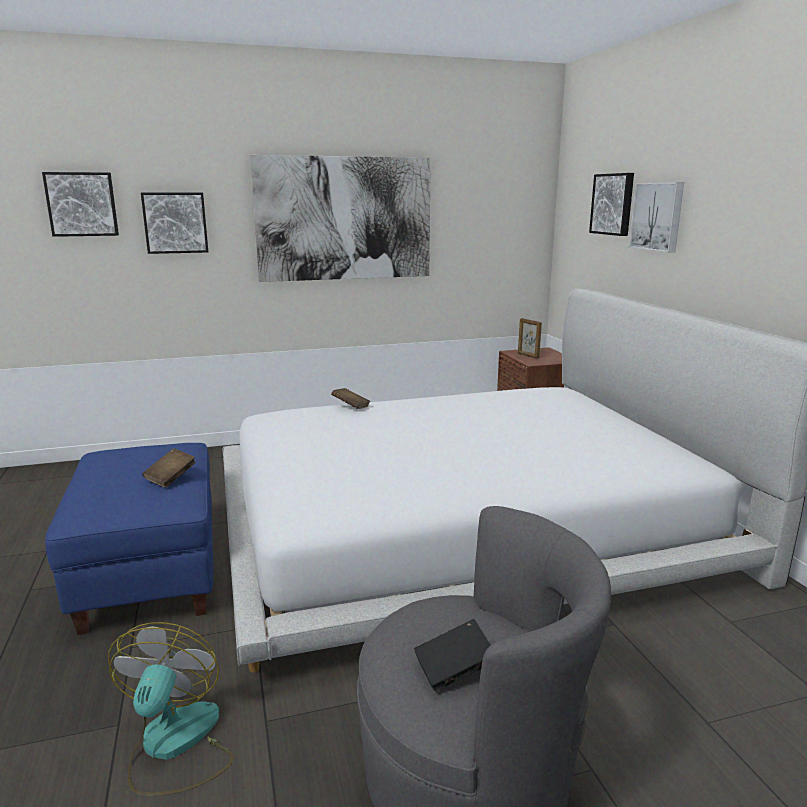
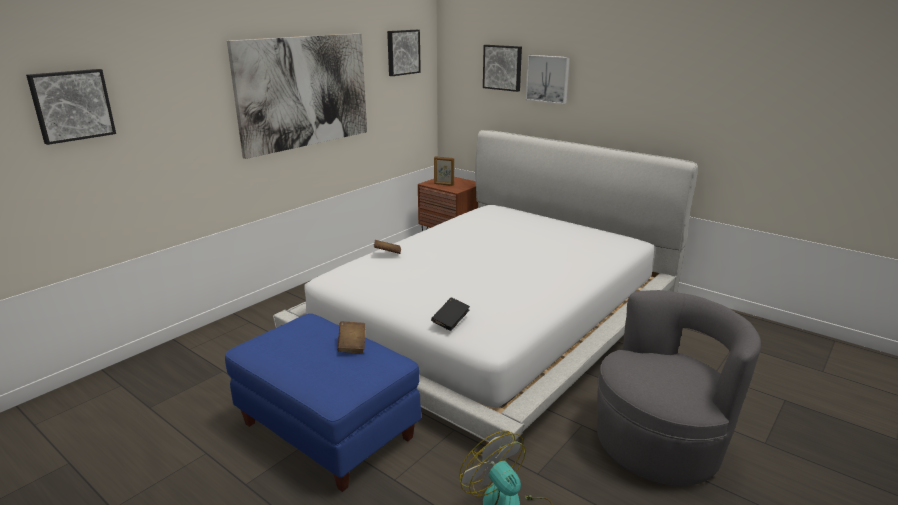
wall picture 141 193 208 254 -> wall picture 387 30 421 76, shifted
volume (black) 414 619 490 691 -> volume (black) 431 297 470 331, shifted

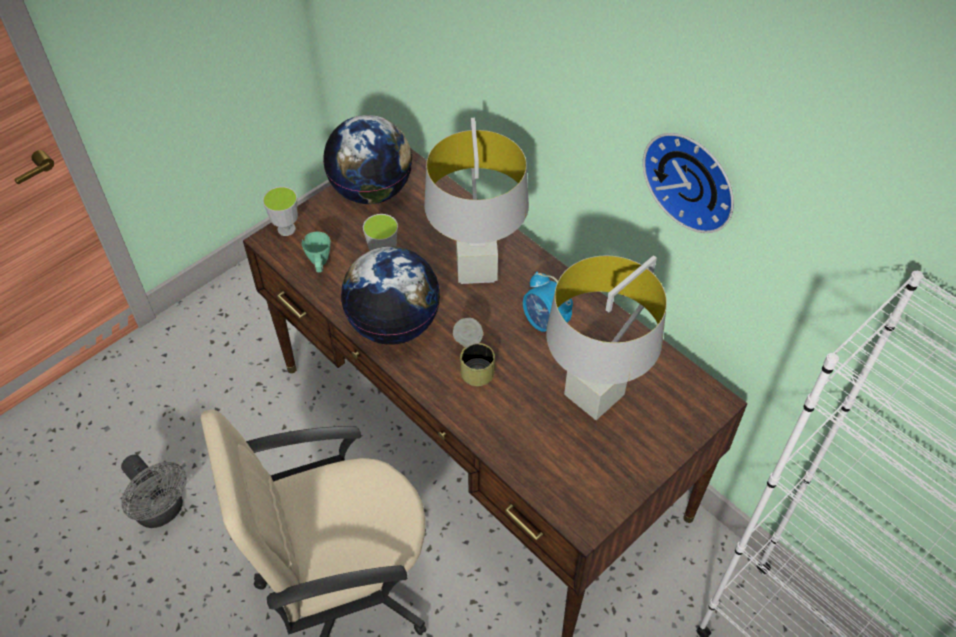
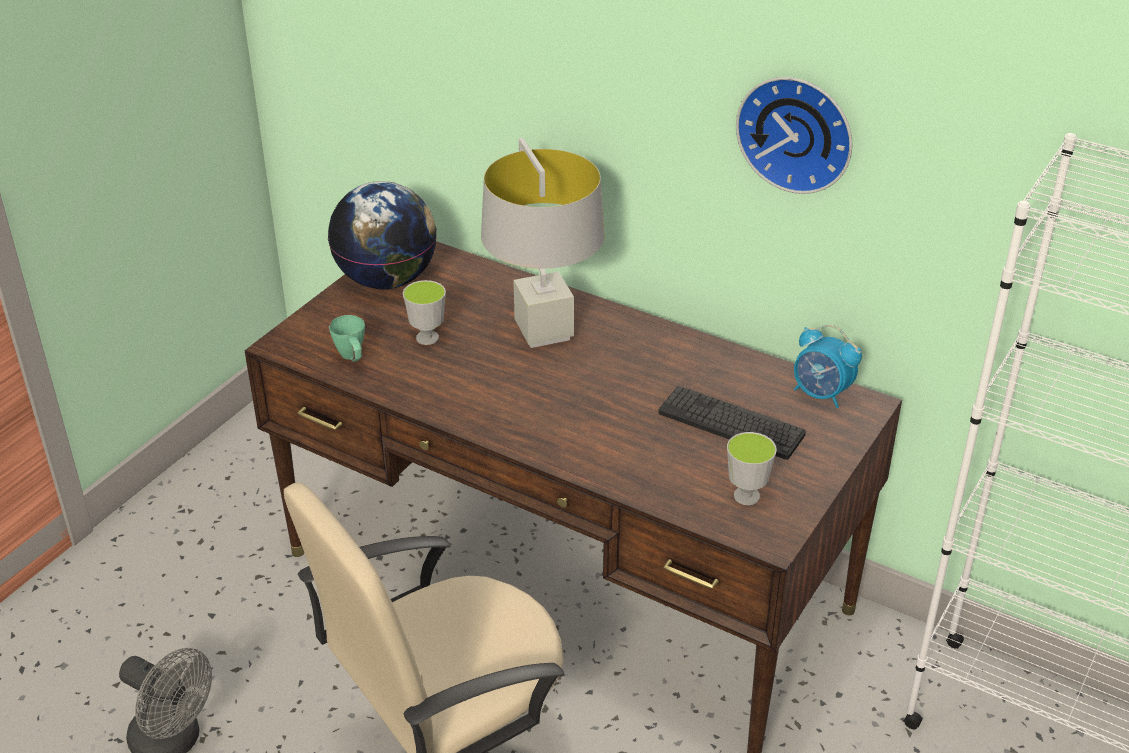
globe 341 246 440 345 -> none
metal can 453 317 495 386 -> none
drinking cup 263 186 298 236 -> drinking cup 727 432 777 505, shifted
bedside clock 523 272 573 332 -> bedside clock 794 325 862 408, shifted
lamp for a table (gray) 546 255 667 420 -> computer keyboard 658 386 806 460

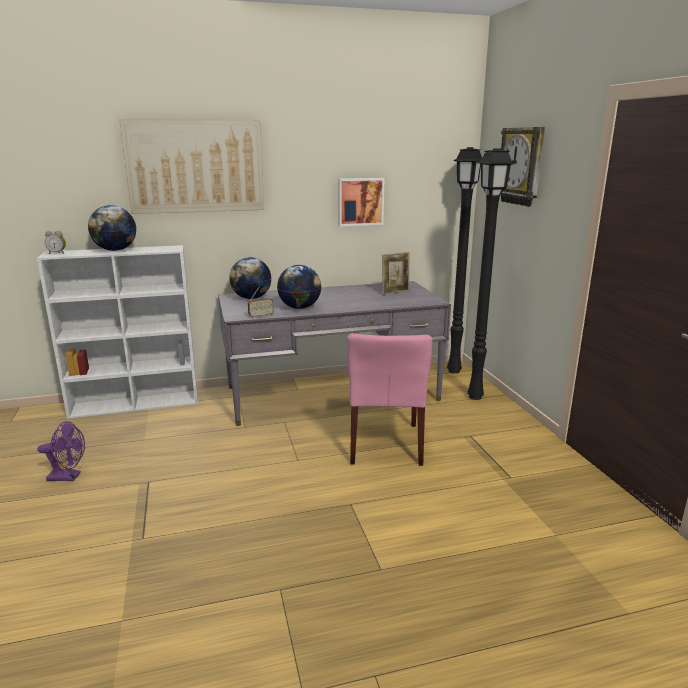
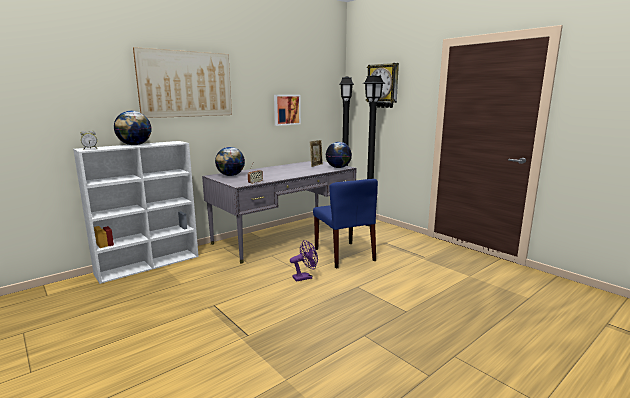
fan (purple) 38 421 85 481 -> fan (purple) 290 240 318 282, shifted
globe 277 265 322 309 -> globe 326 142 352 168, shifted
chair (pink) 347 334 432 466 -> chair (blue) 313 179 378 269

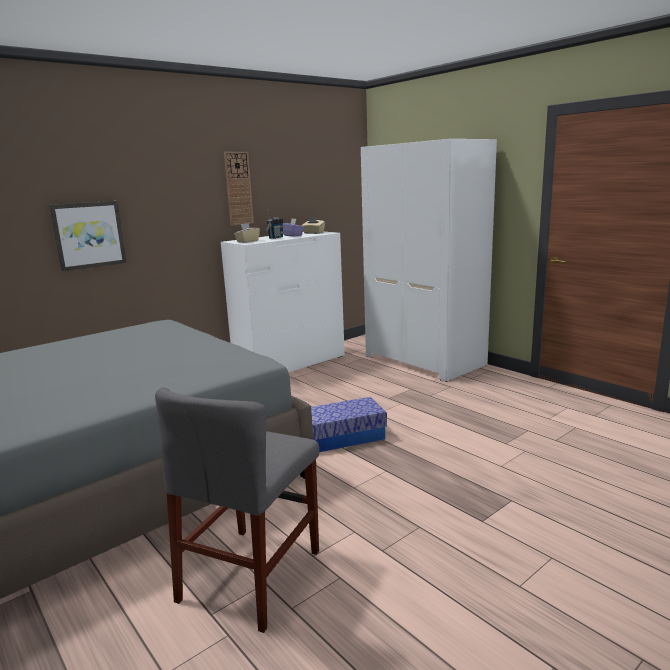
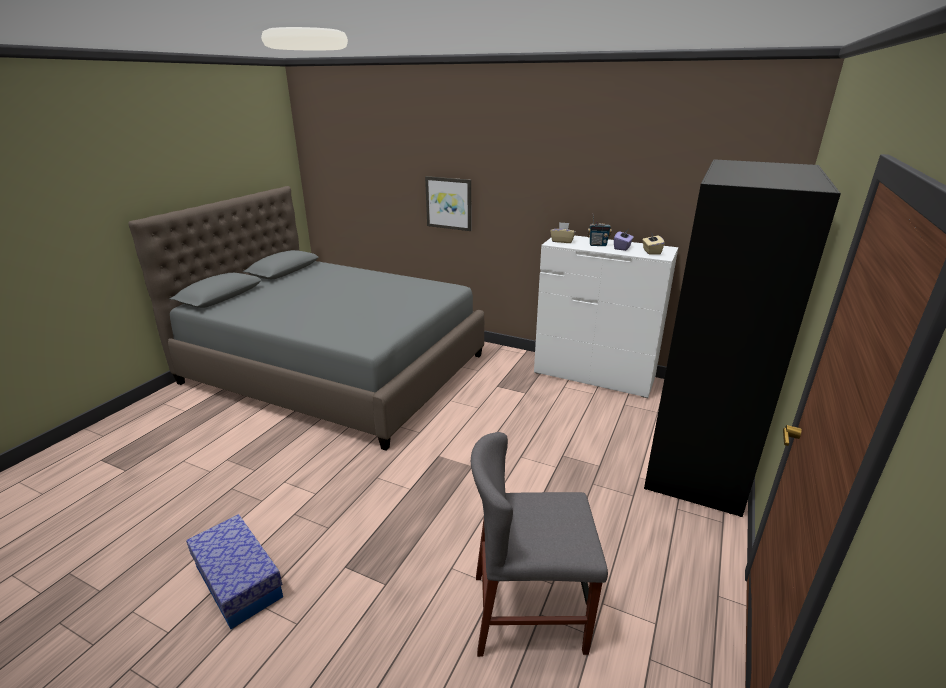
hanging clock 224 152 254 226 -> none
chair (gray) 155 387 319 633 -> chair (gray) 471 432 608 657, shifted
storage box 311 397 387 452 -> storage box 186 514 283 629, shifted
armoire (white) 361 139 497 382 -> armoire (black) 644 159 841 517

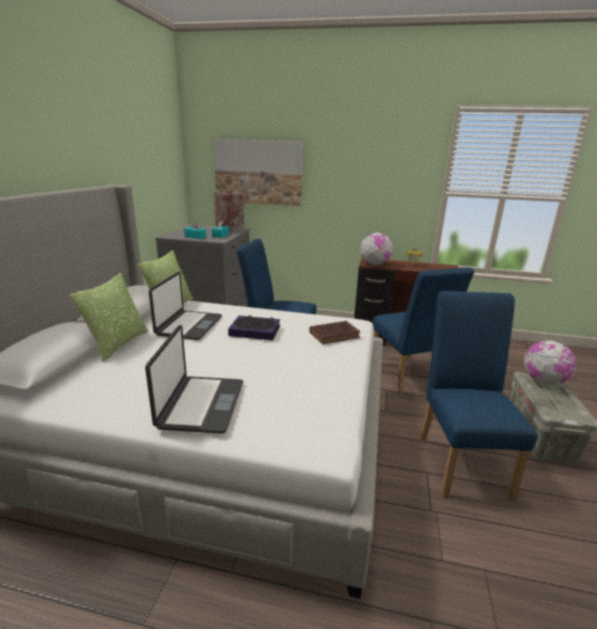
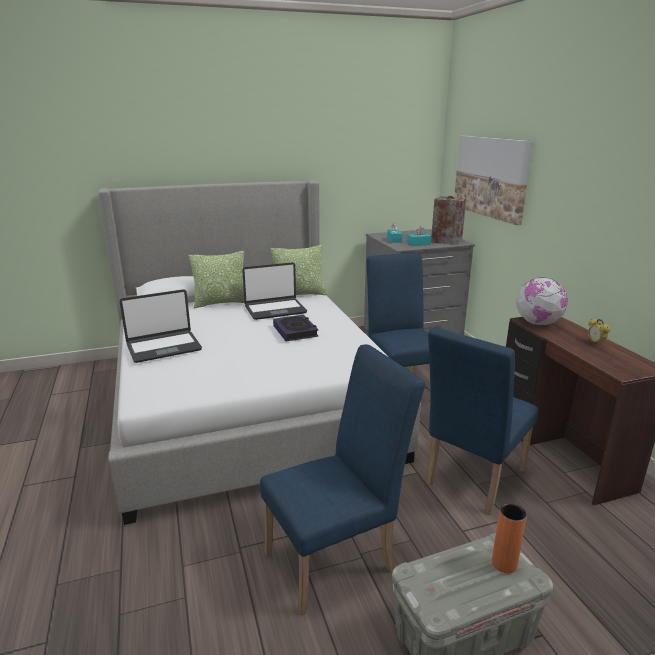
volume (brown) 309 321 360 344 -> none
globe 524 340 577 385 -> flower vase (orange-coloured) 492 503 527 573

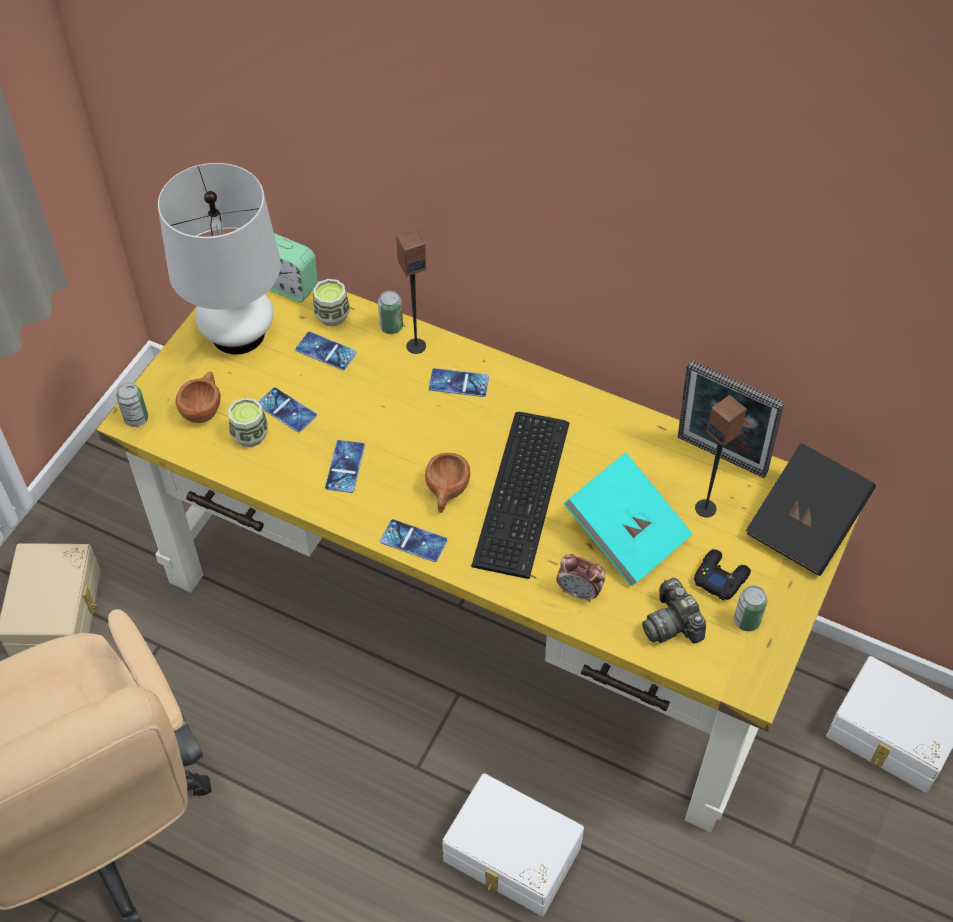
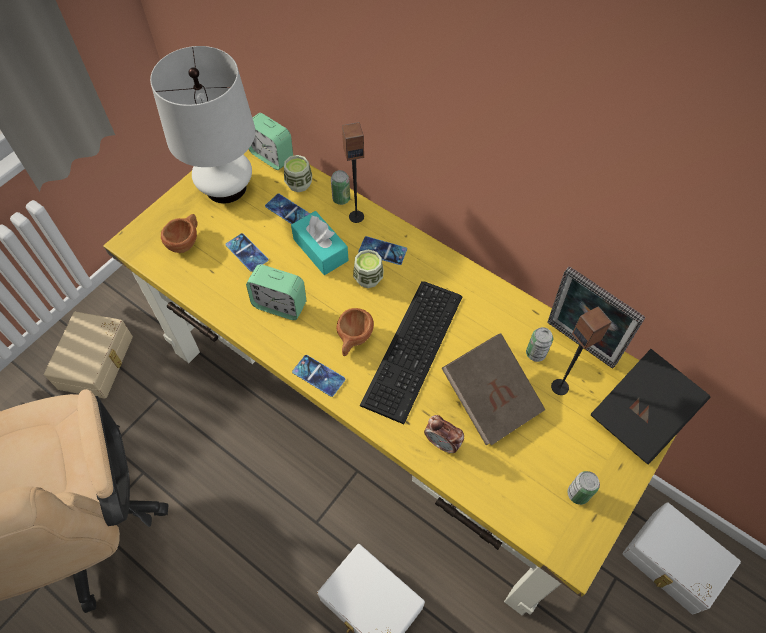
photo camera 642 578 706 644 -> none
gamepad (black) 694 549 751 601 -> none
none -> tissue holder (turquoise) 291 211 348 275
metal can 116 382 148 427 -> metal can 526 327 553 362, shifted
drinking cup 228 398 268 447 -> drinking cup 353 249 383 288, shifted
telephone 325 440 365 493 -> bedside clock 246 264 306 320
volume (turquoise) 563 452 693 586 -> volume (brown) 442 333 545 445

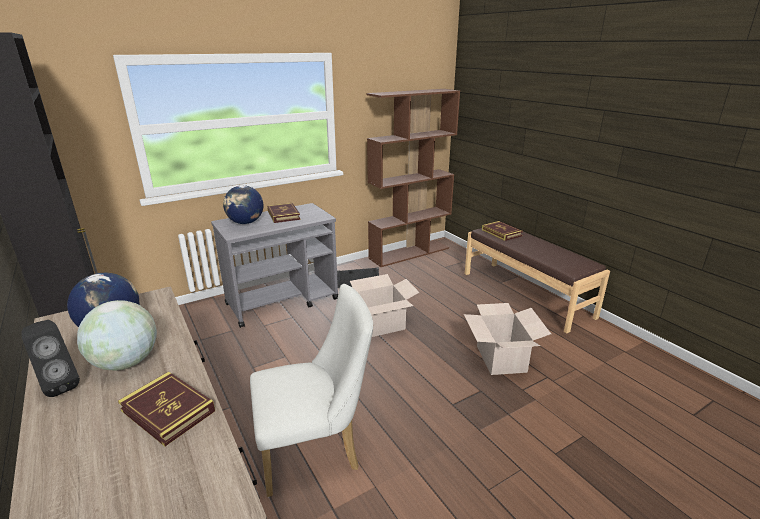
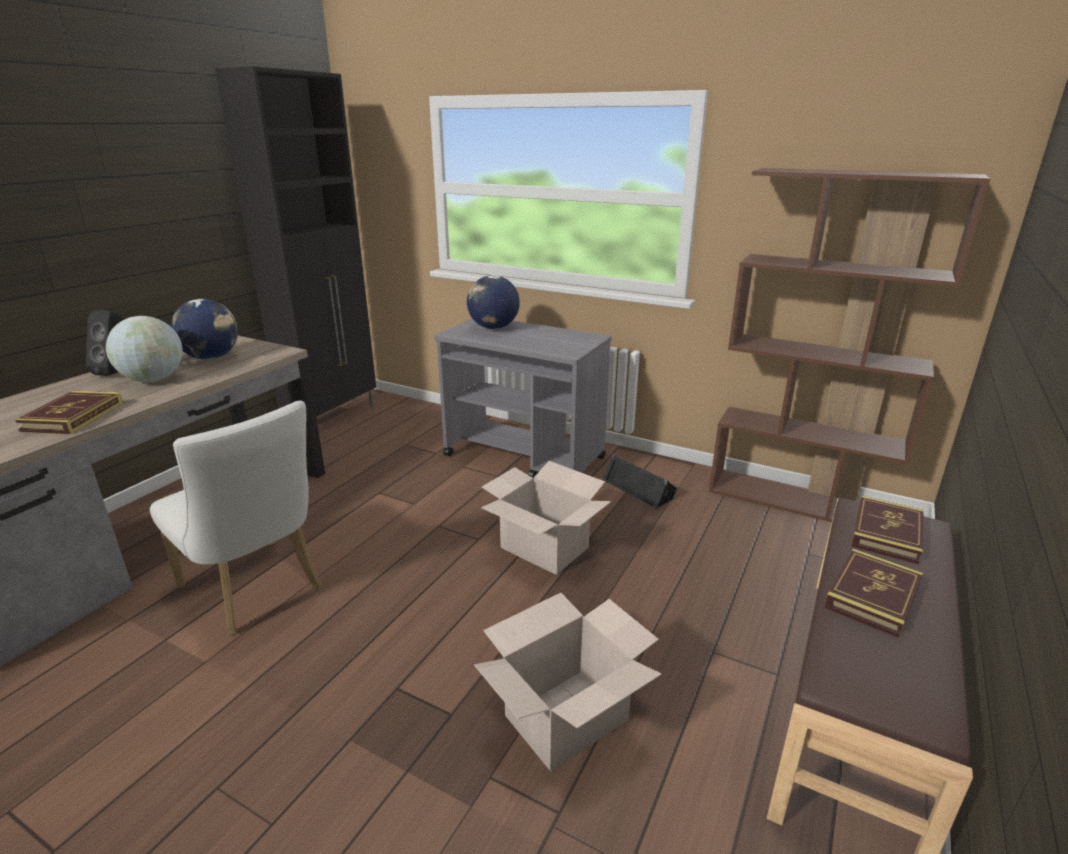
volume 267 203 300 223 -> volume 824 549 923 638, shifted

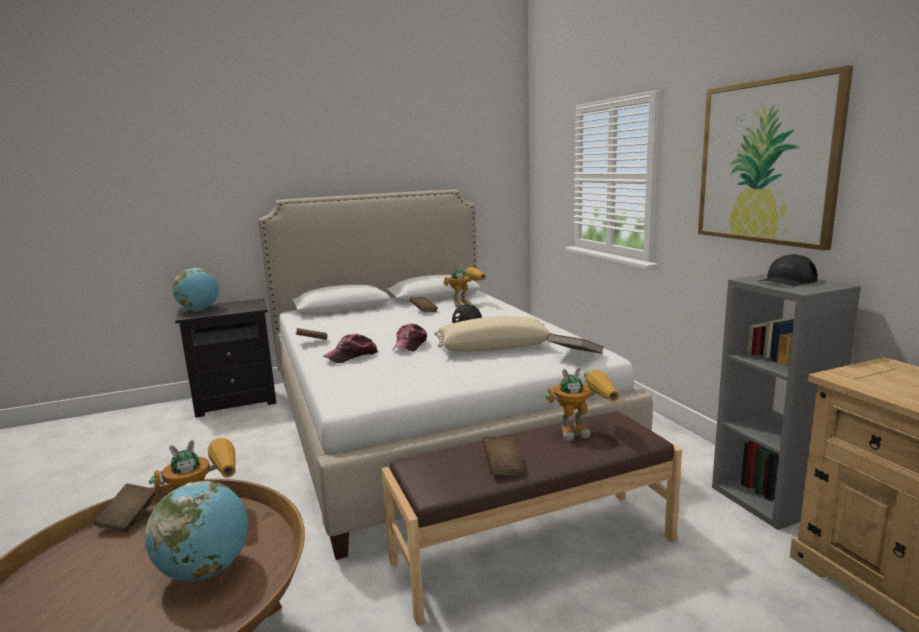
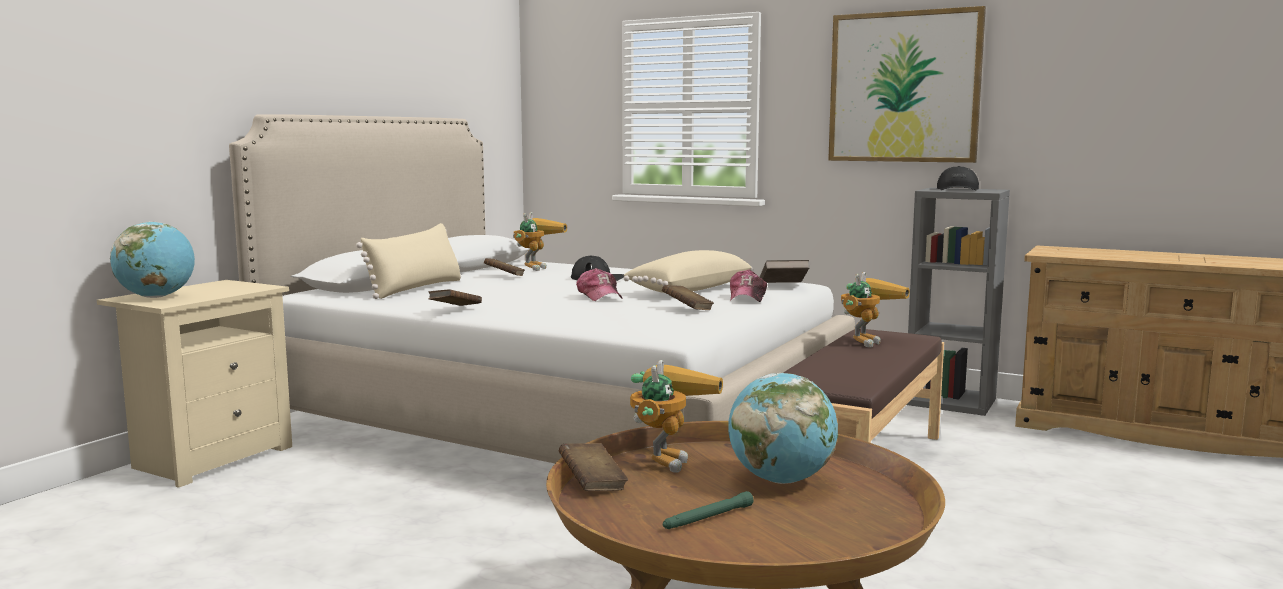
none -> throw pillow (beige-coloured) 356 223 461 299
none -> hand torch (green) 662 491 754 529
baseball cap 323 334 378 363 -> baseball cap 730 269 767 302, shifted
volume (brown) 482 436 524 475 -> volume (brown) 662 285 714 310, shifted
nightstand (black) 175 298 277 418 -> nightstand (beige-coloured) 97 280 292 488

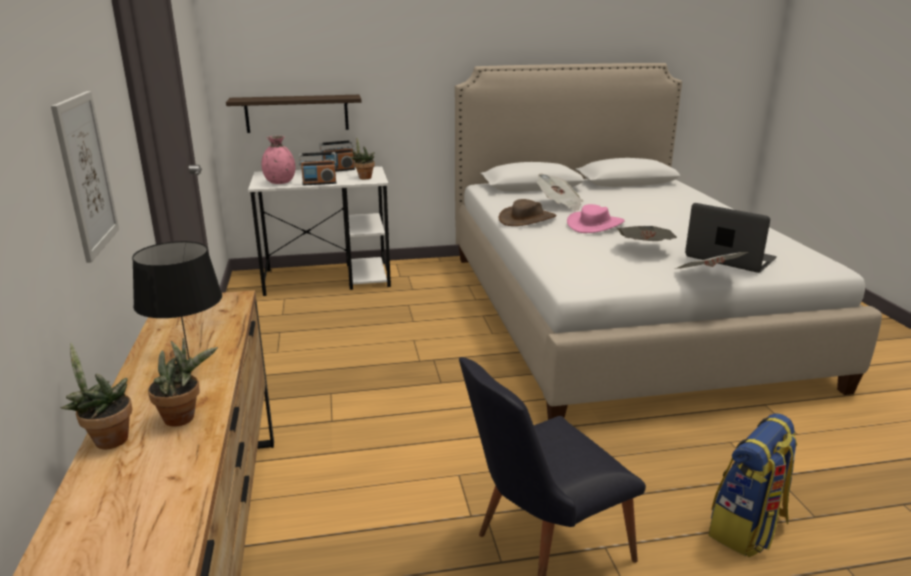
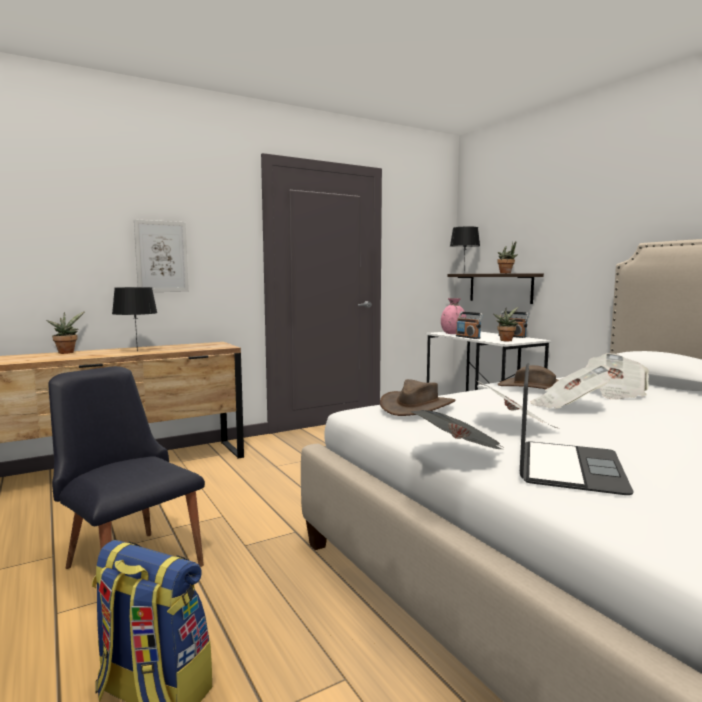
none -> hat (brown) 380 379 456 416
none -> lamp for a table (black) 450 227 480 267
potted plant 148 338 218 427 -> potted plant 497 241 518 273, shifted
hat (pink) 567 204 625 233 -> printed paper 530 365 611 409

